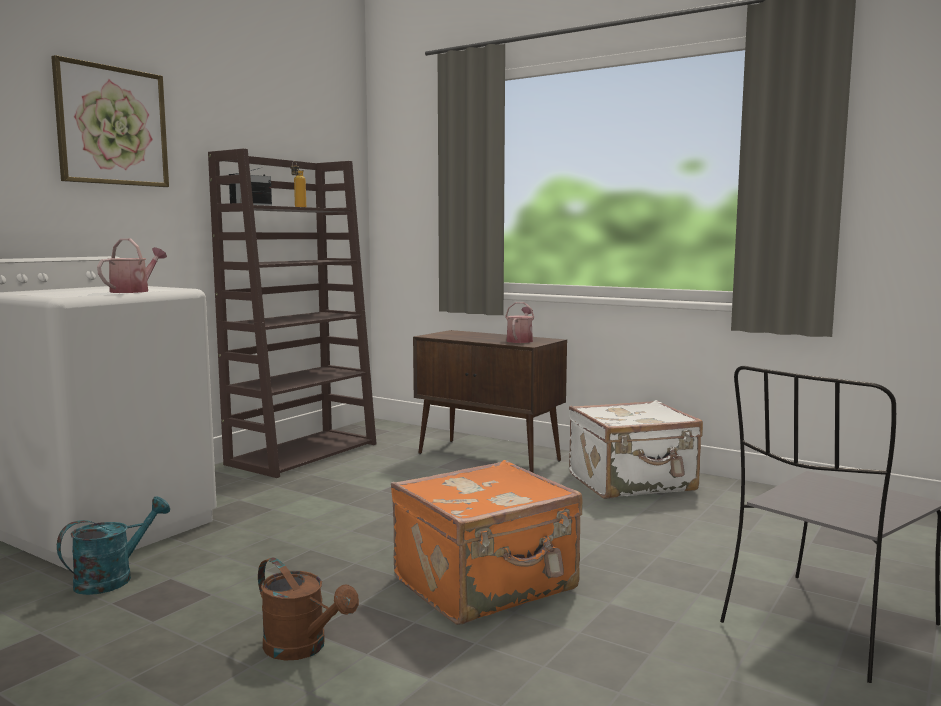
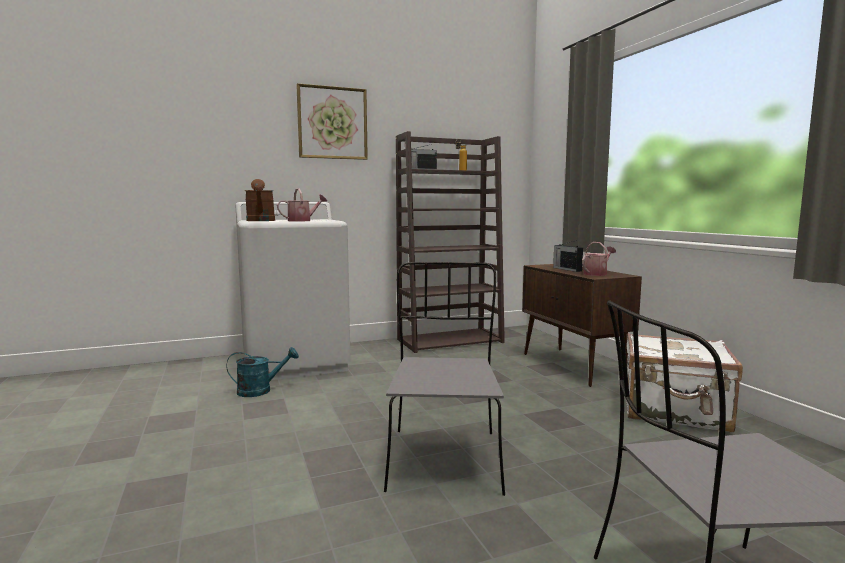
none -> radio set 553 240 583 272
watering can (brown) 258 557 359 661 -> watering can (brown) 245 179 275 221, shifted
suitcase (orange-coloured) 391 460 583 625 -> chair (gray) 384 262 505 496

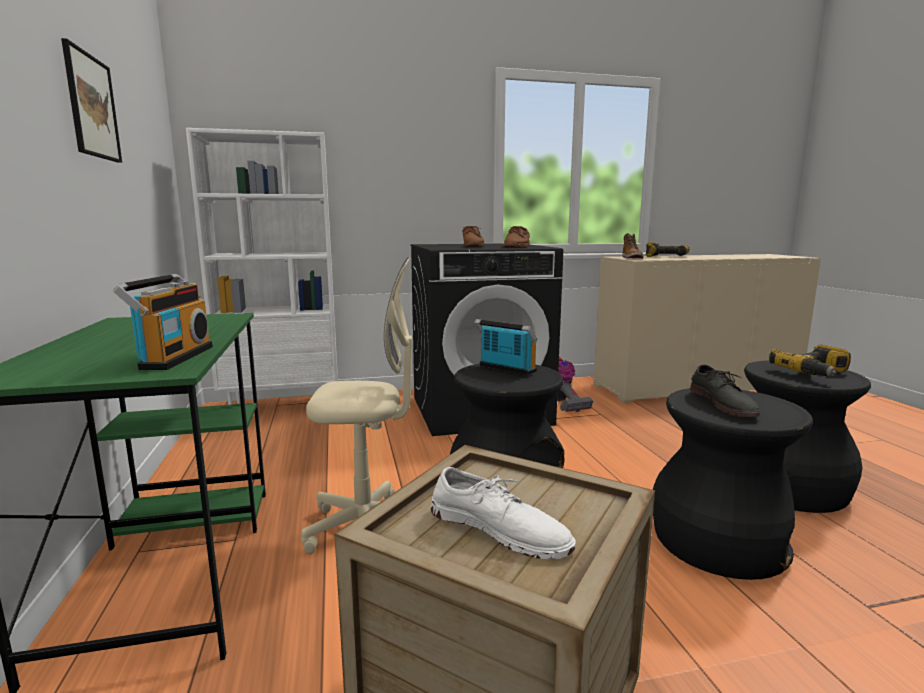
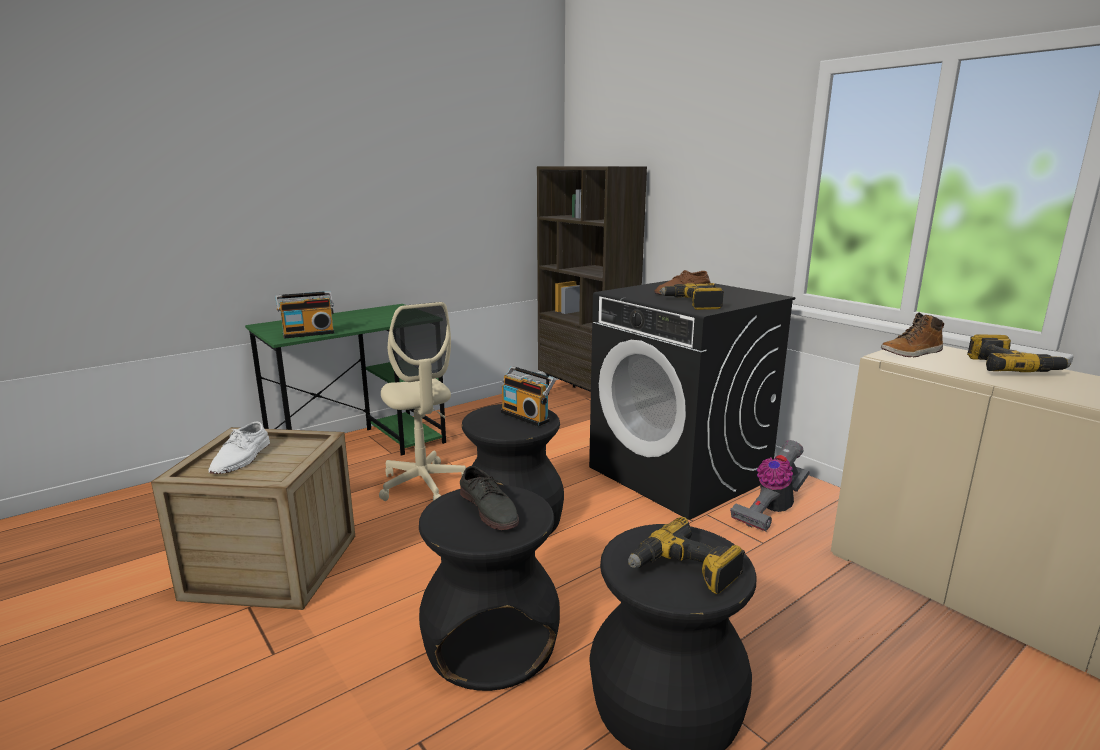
wall picture 61 38 122 163 -> none
item of footwear (brown) 503 226 530 248 -> power drill 659 283 724 310
bookcase (white) 186 128 338 405 -> bookcase (brown) 537 166 647 395
radio set 474 319 537 375 -> radio set 501 366 555 426, 120 degrees clockwise
item of footwear (gray) 690 364 760 417 -> item of footwear (gray) 460 466 519 530, 90 degrees counterclockwise

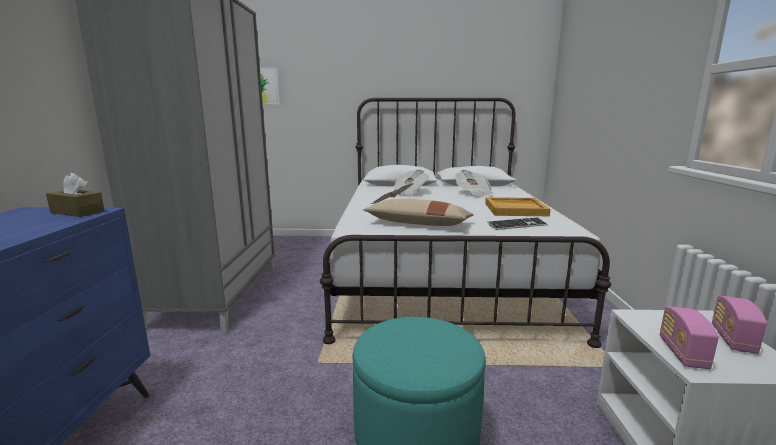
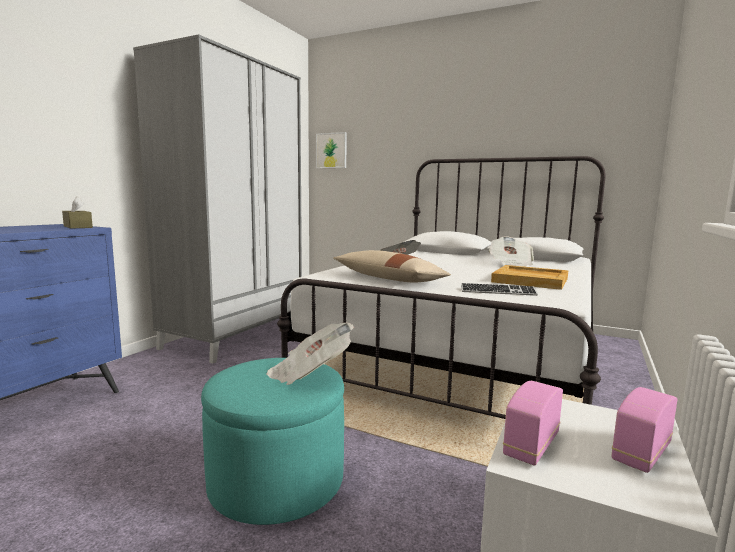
printed paper 393 169 429 196 -> printed paper 267 322 354 385, shifted

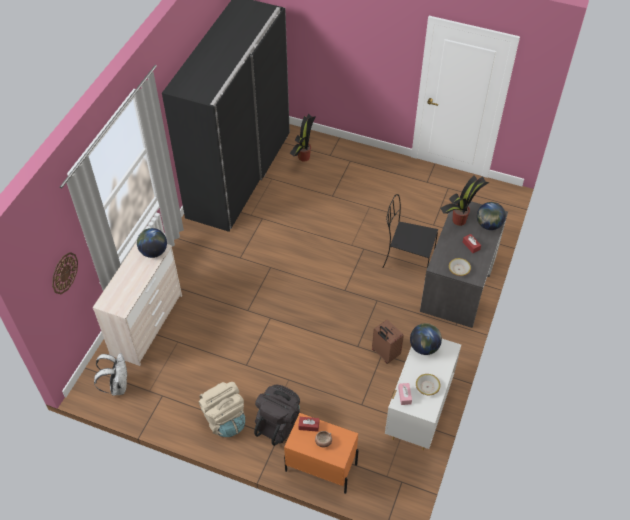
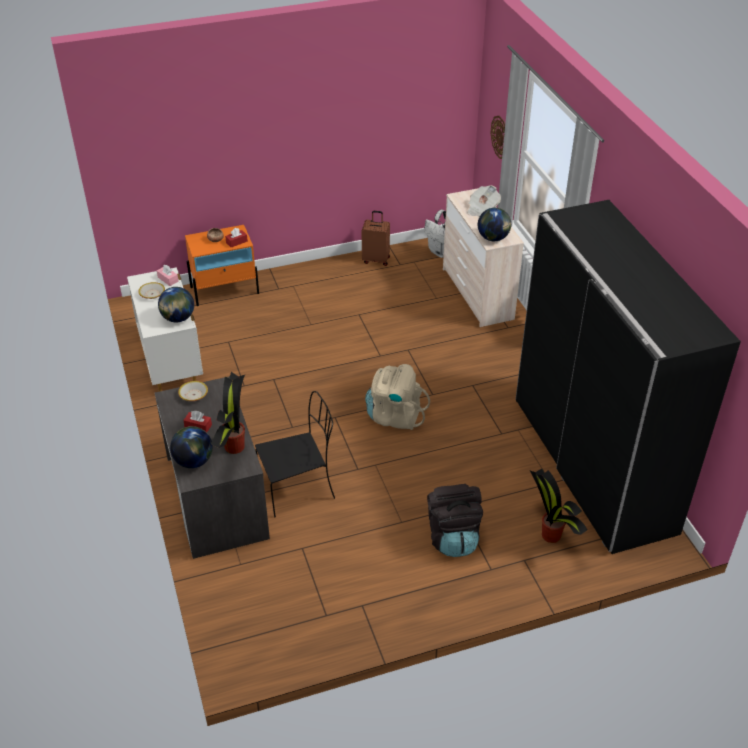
none -> printed paper 467 185 501 217
backpack (beige-coloured) 199 382 245 437 -> backpack (beige-coloured) 365 364 430 430, shifted
backpack (black) 254 385 300 446 -> backpack (black) 427 484 483 557, shifted
suitcase (brown) 372 320 404 364 -> suitcase (brown) 362 211 390 266, shifted

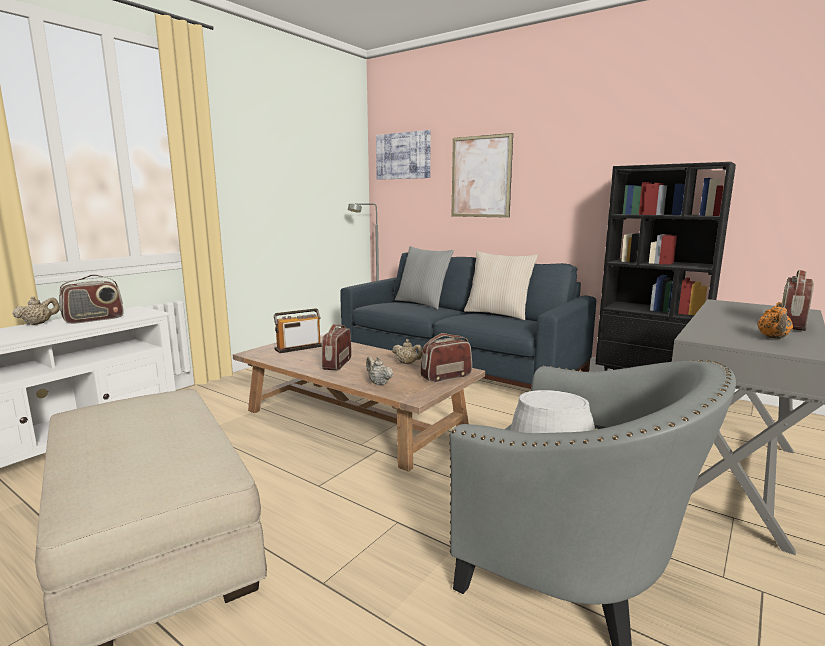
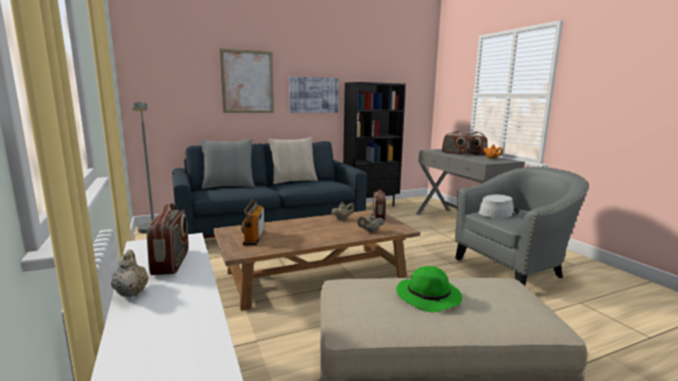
none -> hat (green) 396 266 462 312
radio set 322 324 352 370 -> radio set 442 131 470 155, shifted
wall picture 376 130 431 180 -> wall picture 289 76 339 113, shifted

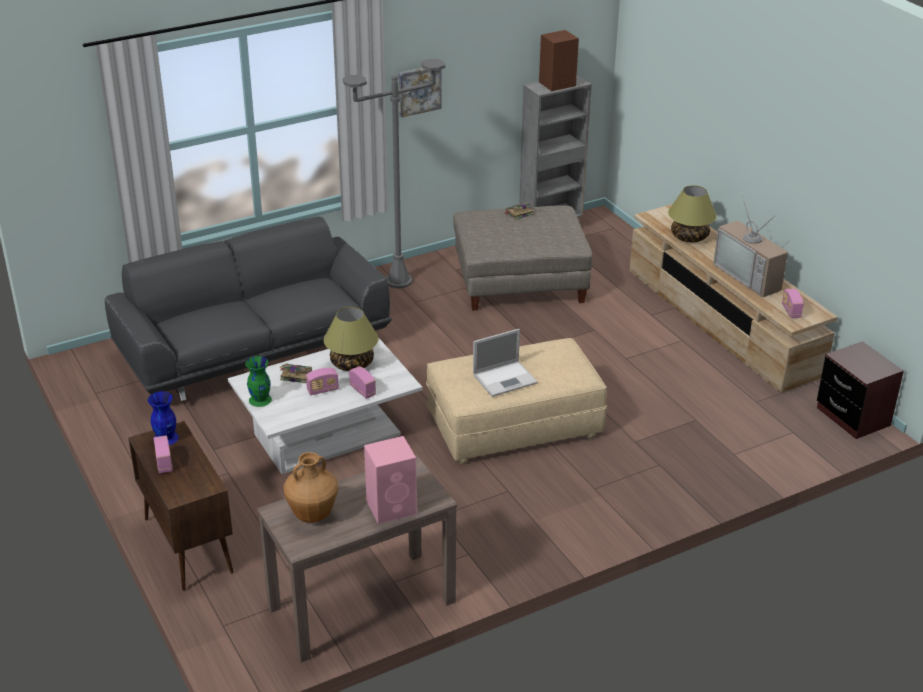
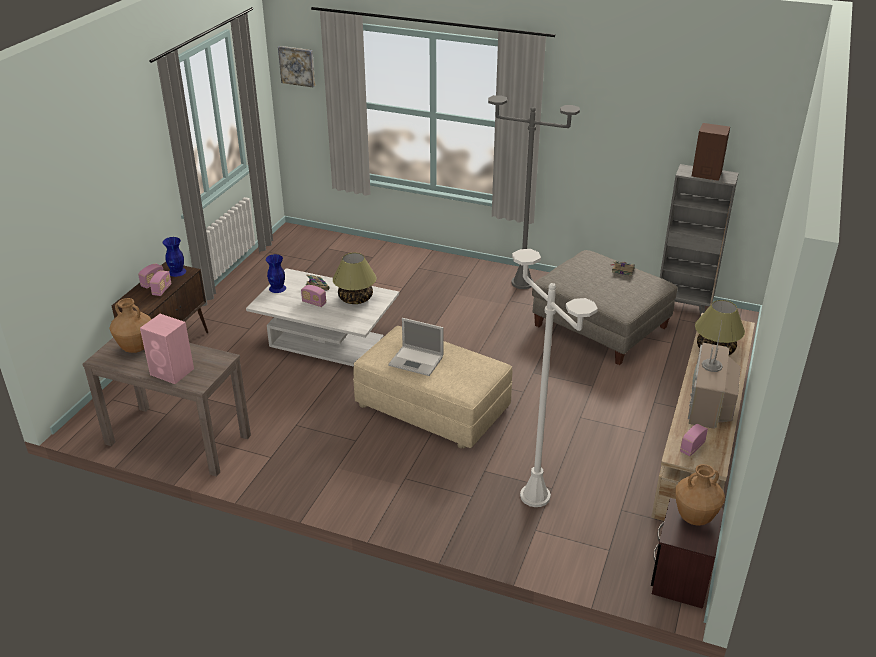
couch (gray) 105 217 392 401 -> none
none -> standard lamp (white) 512 249 598 507
none -> flower vase (brown) 675 464 725 526
radio set 349 366 376 399 -> radio set 150 270 172 296, shifted
wall picture 398 68 441 117 -> wall picture 278 46 315 87, shifted
flower vase (green) 245 356 272 407 -> flower vase (blue) 266 254 286 293

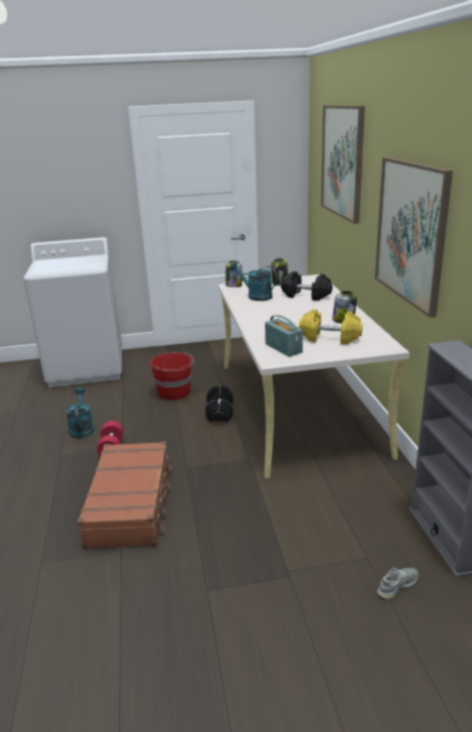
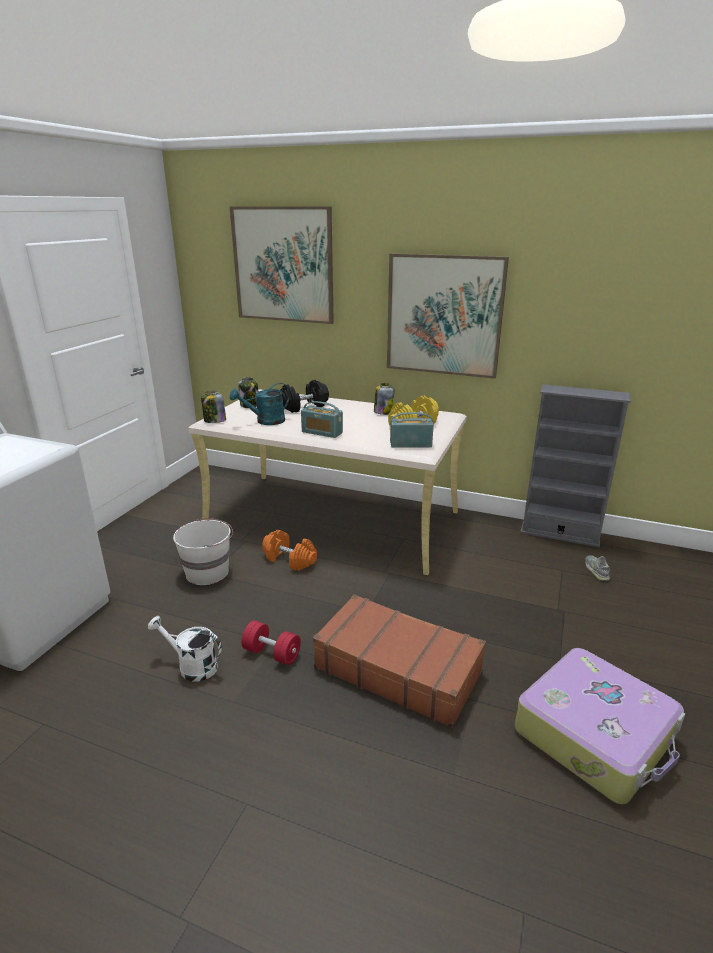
none -> radio set 301 401 343 438
none -> suitcase 515 648 685 804
watering can (turquoise) 66 387 94 438 -> watering can (white) 148 616 222 682
pail (reddish) 150 352 194 400 -> pail (white) 173 518 233 585
dumbbell (black) 205 385 233 422 -> dumbbell (orange-coloured) 262 530 317 571

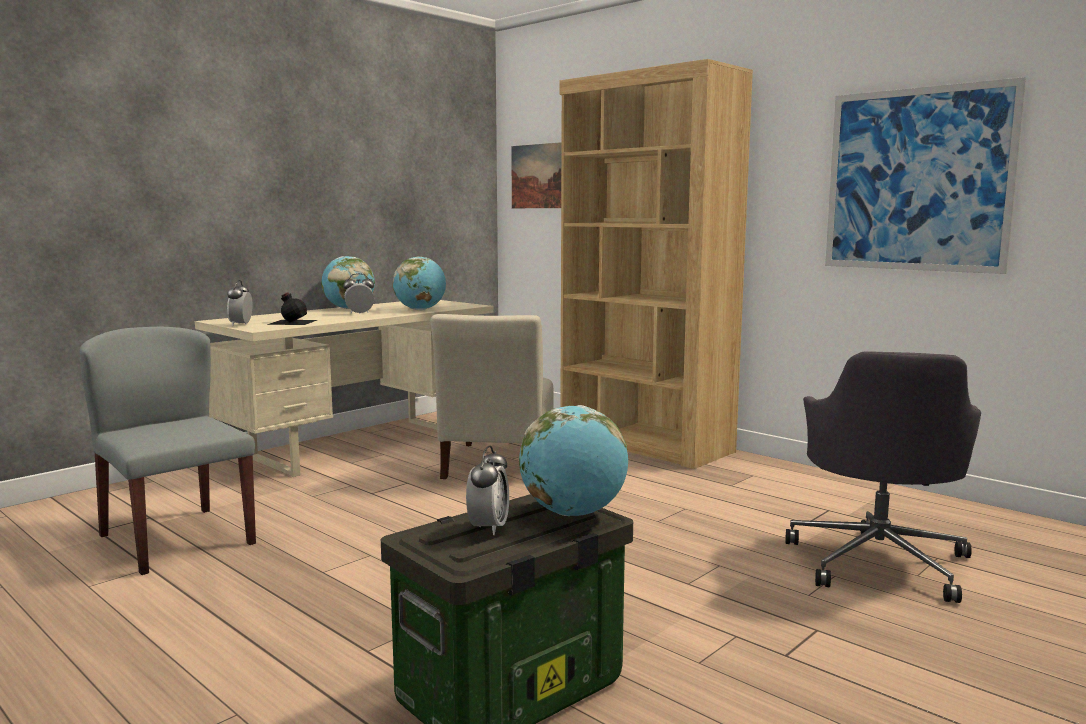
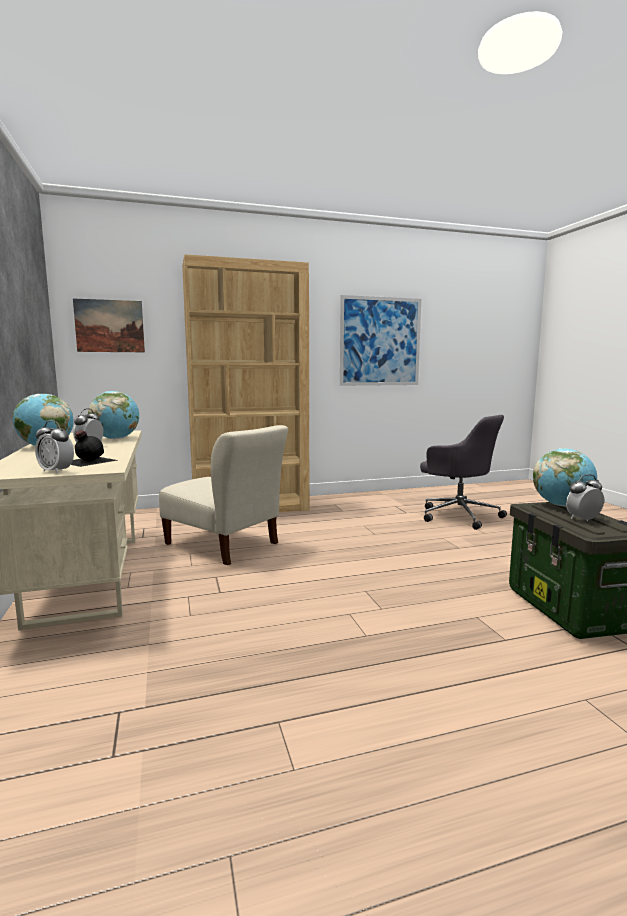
chair (gray) 80 327 256 575 -> none
bedside clock 466 446 509 535 -> bedside clock 566 474 604 521, 60 degrees counterclockwise

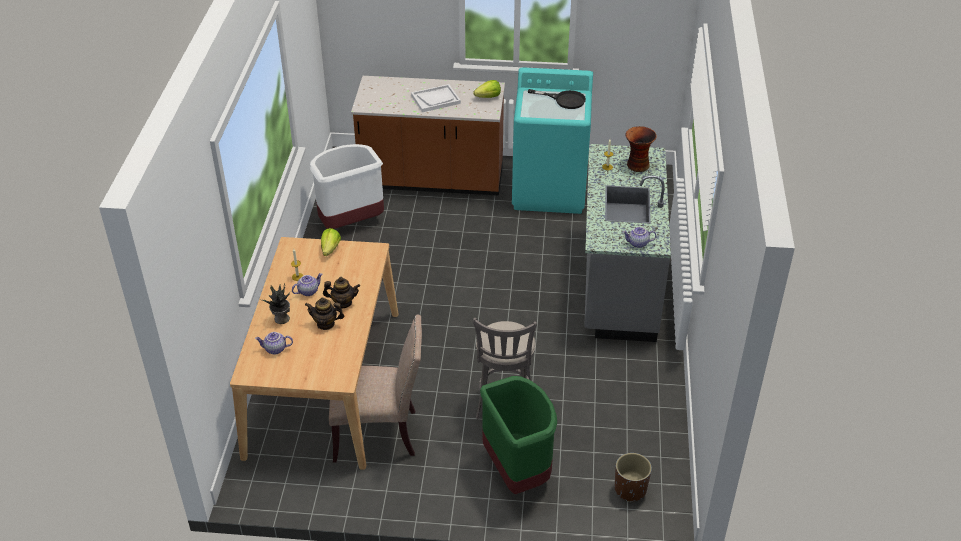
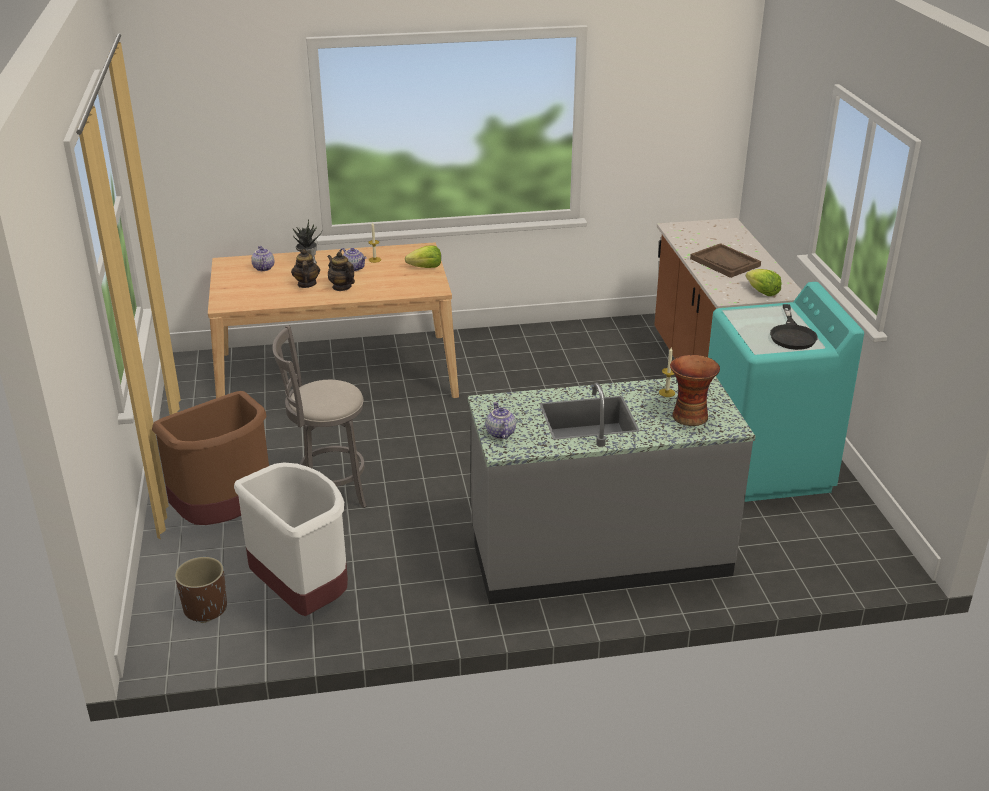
chair (beige-coloured) 329 314 422 463 -> none
waste bin (white) 310 144 384 229 -> waste bin (white) 234 463 348 616, shifted
serving tray (white) 411 84 461 112 -> serving tray (brown) 690 243 761 278
waste bin (green) 480 376 557 494 -> waste bin (brown) 152 391 269 525
pot for tea 323 277 360 308 -> pot for tea 327 252 355 291, 150 degrees clockwise

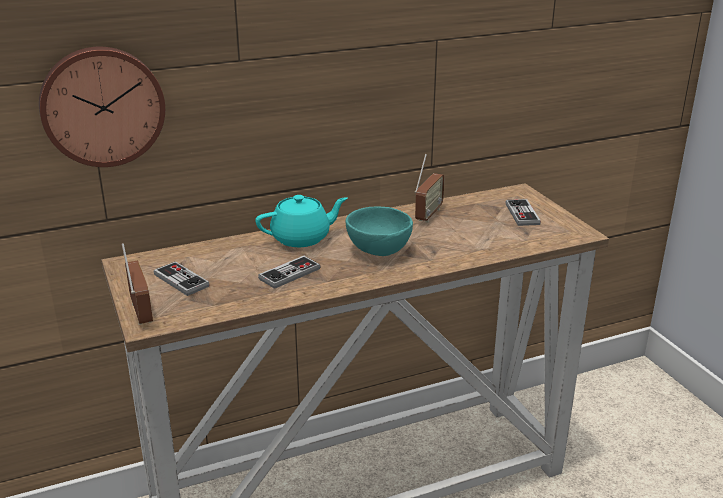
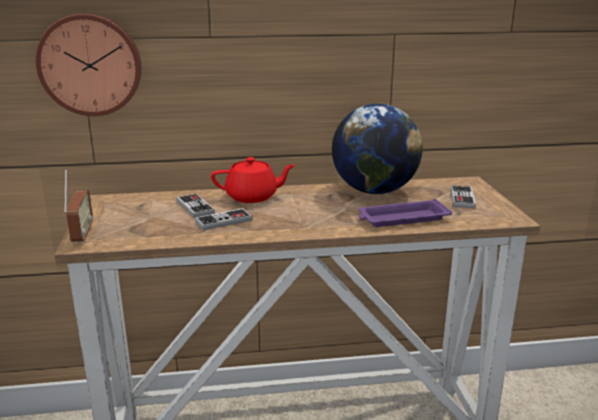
bowl (turquoise) 346 207 413 256 -> none
none -> serving tray (purple) 358 199 452 227
gamepad 154 262 210 296 -> gamepad 177 194 215 218, shifted
radio set 415 154 445 222 -> globe 332 104 423 194
pot for tea (turquoise) 255 195 348 247 -> pot for tea (reddish) 211 157 295 203

